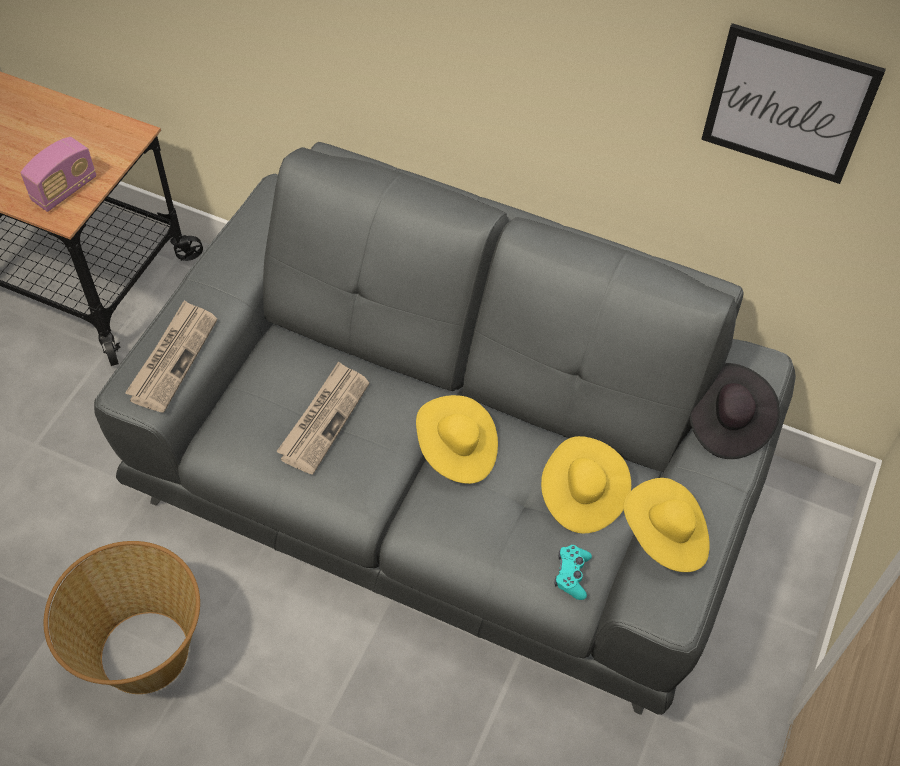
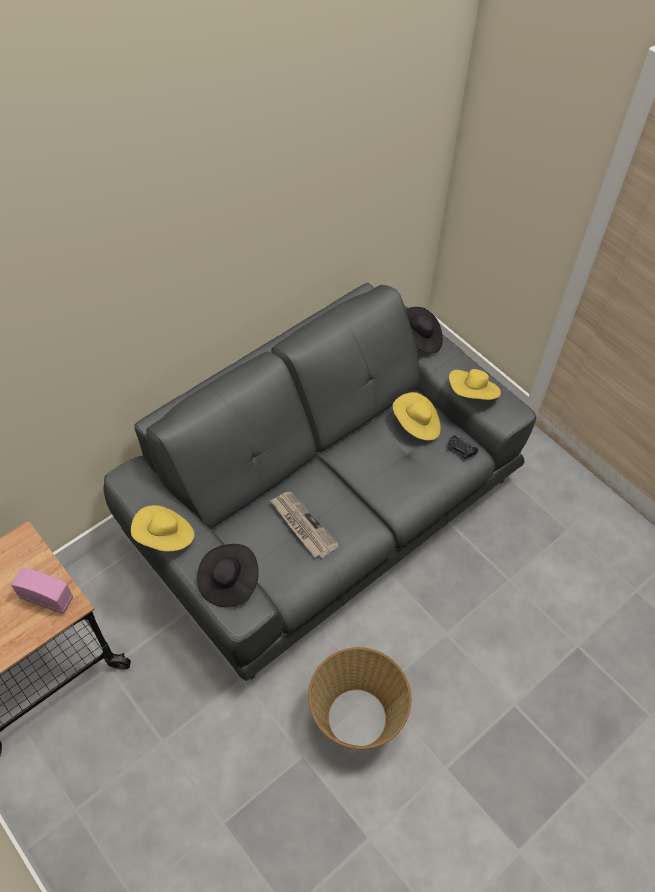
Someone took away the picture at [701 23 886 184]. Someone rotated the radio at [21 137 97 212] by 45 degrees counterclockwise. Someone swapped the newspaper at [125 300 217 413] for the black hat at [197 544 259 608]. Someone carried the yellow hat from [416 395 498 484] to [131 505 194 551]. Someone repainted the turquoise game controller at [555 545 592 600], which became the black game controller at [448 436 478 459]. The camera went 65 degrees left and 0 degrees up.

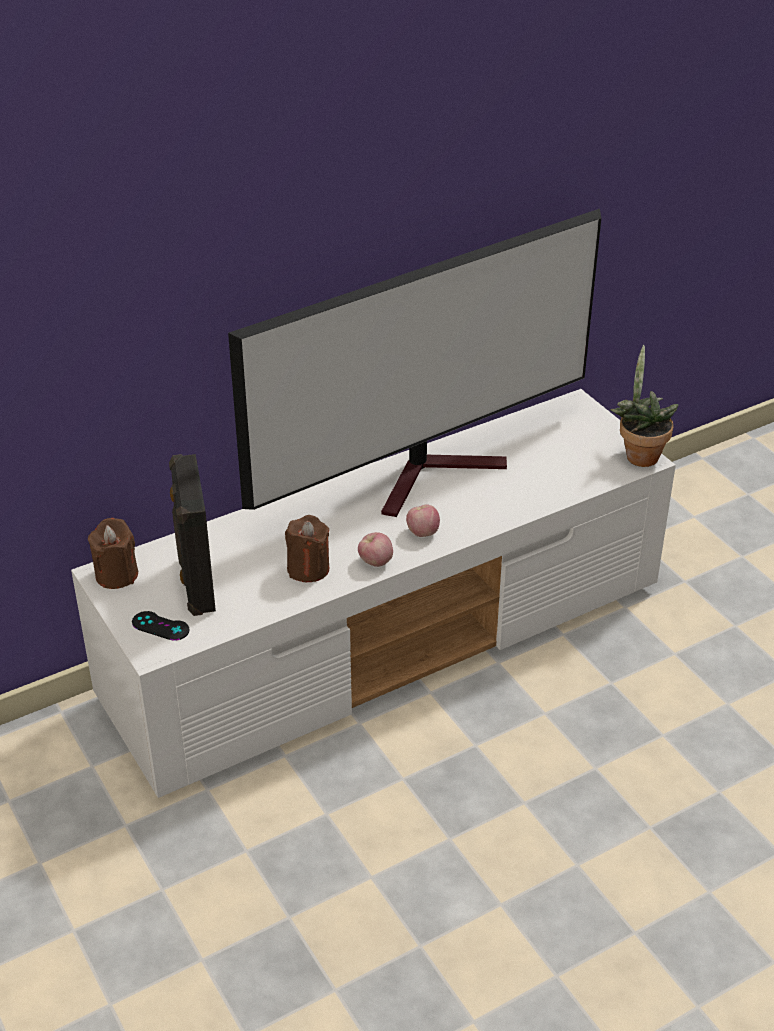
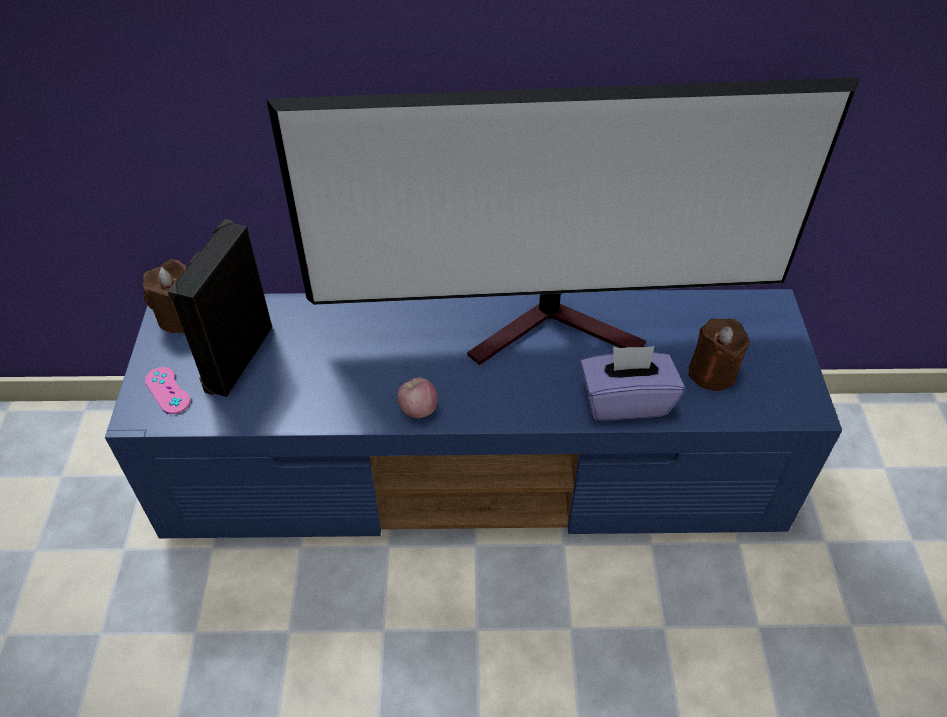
Someone took away the potted plant at [610 345 679 467]. Someone repainted the white tv stand at [71 389 676 798], which became the blue tv stand at [105 289 842 538]. Someone took away the apple at [406 504 440 537]. Someone carried the brown candle from [285 515 329 582] to [688 318 750 391]. Someone repainted the black game controller at [132 611 189 641], which became the pink game controller at [145 367 190 414]. Someone put down the purple tissue box at [580 346 685 421]. The camera went 30 degrees right and 10 degrees up.

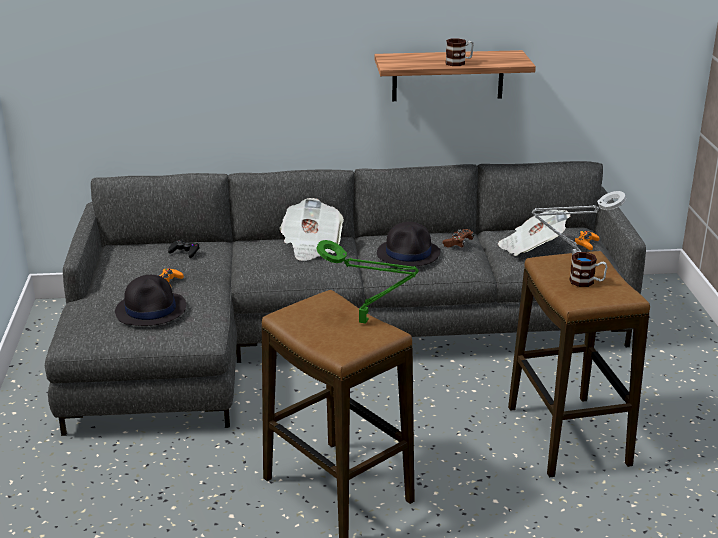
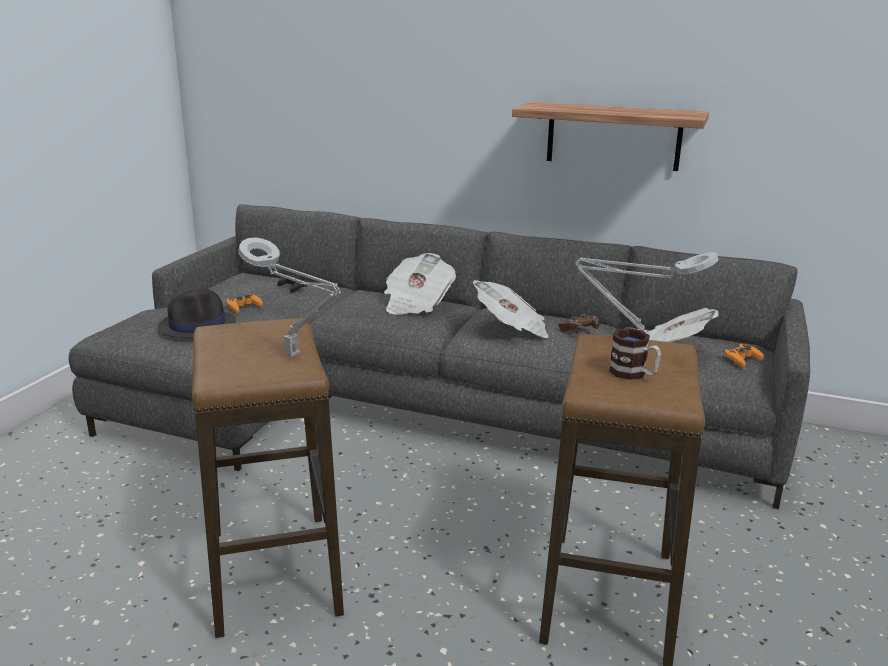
Someone took away the mug at [445 38 474 66]. Someone swapped the black hat at [377 222 441 267] for the newspaper at [473 280 548 338]. Someone repainted the green table lamp at [316 240 419 323], which became the grey table lamp at [239 237 341 356]. The camera went 25 degrees right and 5 degrees down.

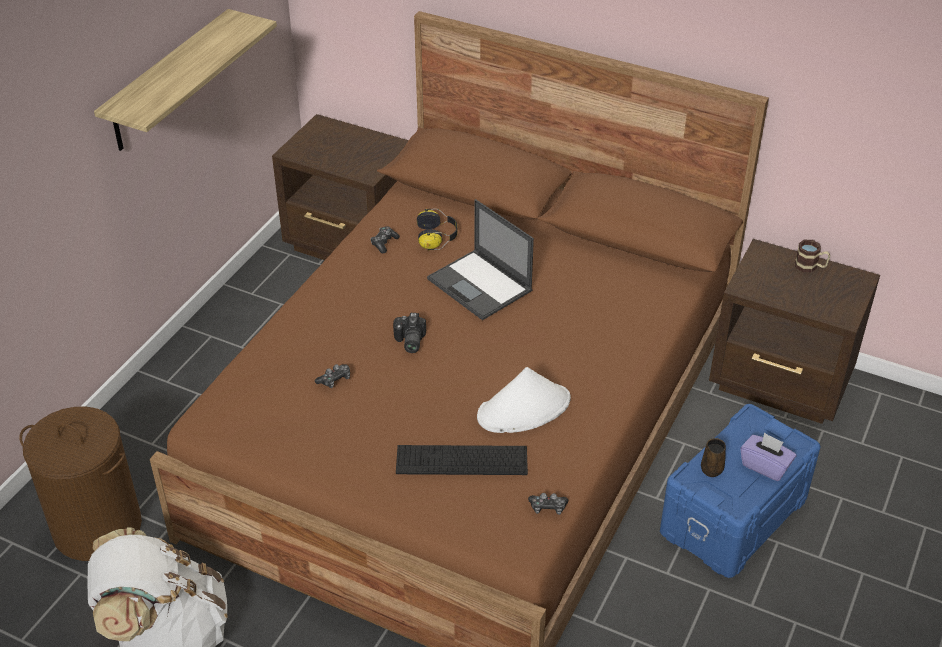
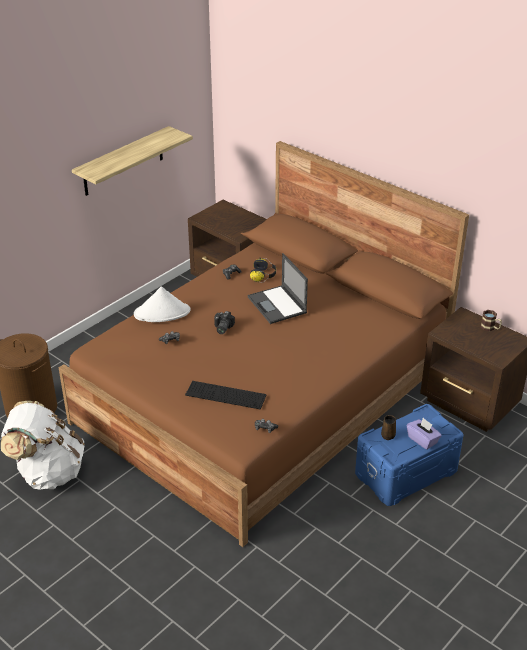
Someone carried the white hat from [477 367 571 433] to [134 286 191 322]. The camera went 15 degrees right and 5 degrees down.

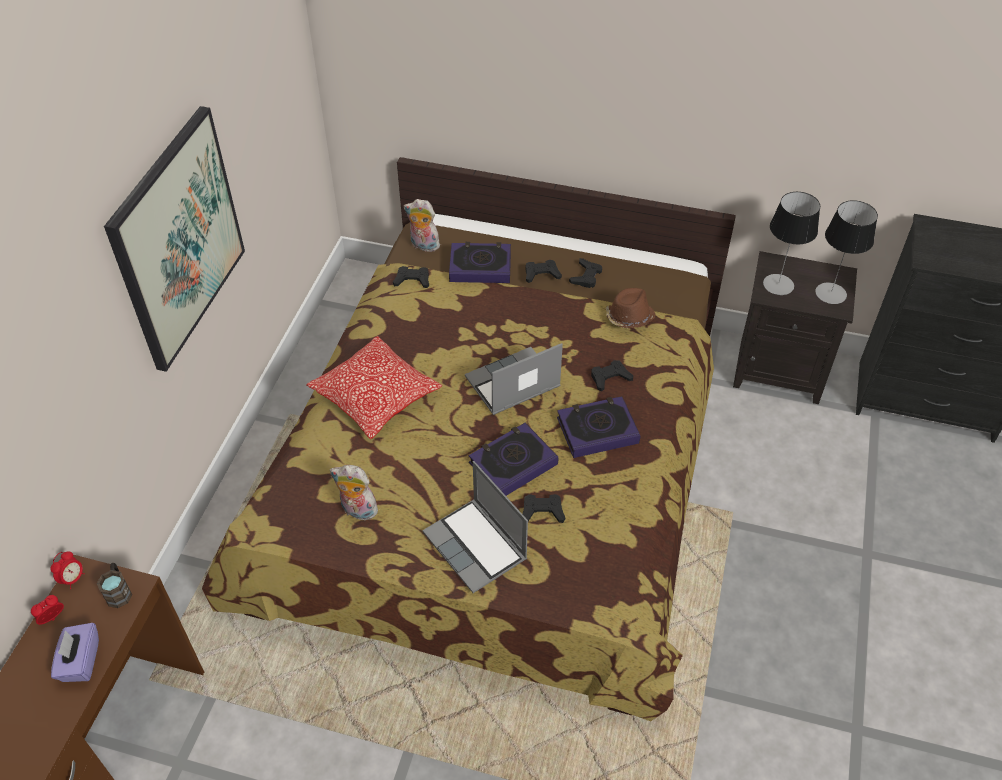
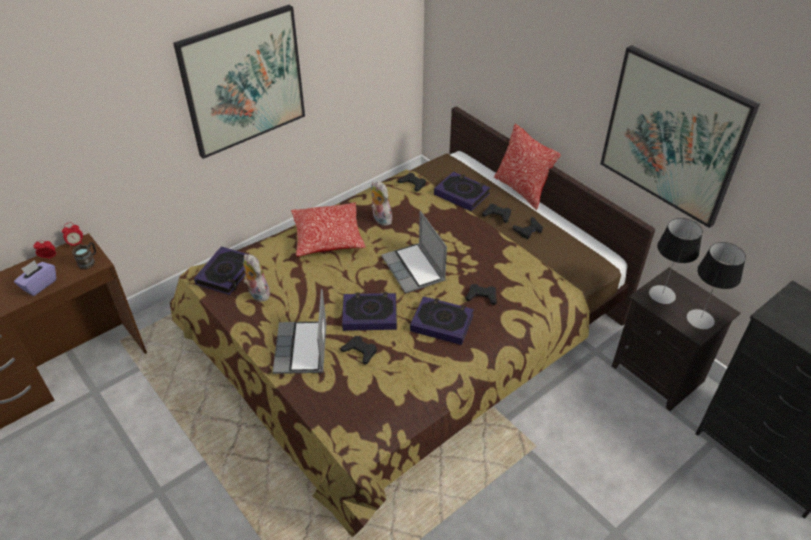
Someone carried the plush toy from [404 199 440 252] to [371 181 392 226]. Someone took away the brown hat at [606 288 656 328]. Someone rotated the laptop at [465 343 563 415] by 120 degrees counterclockwise. Someone put up the picture at [600 45 760 228]. Someone put down the pillow at [494 124 561 210]. Someone put down the book at [194 247 248 295]. The camera went 35 degrees right and 5 degrees down.

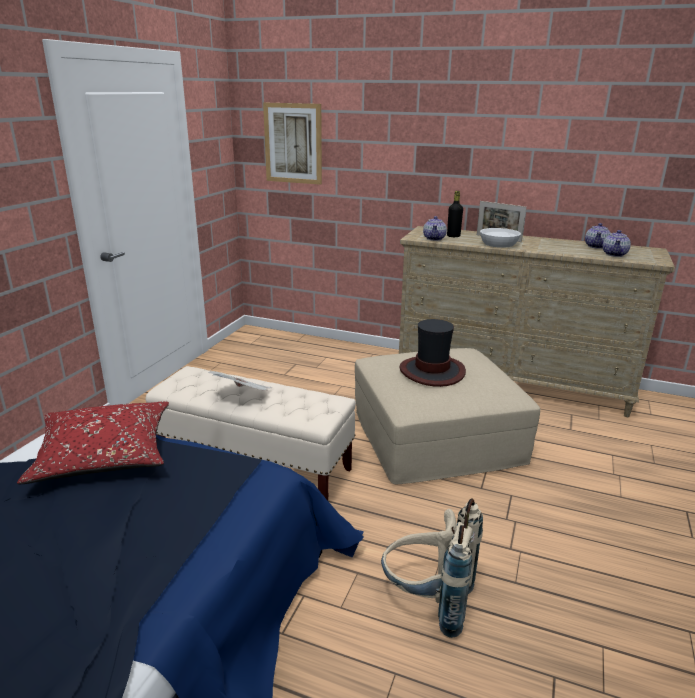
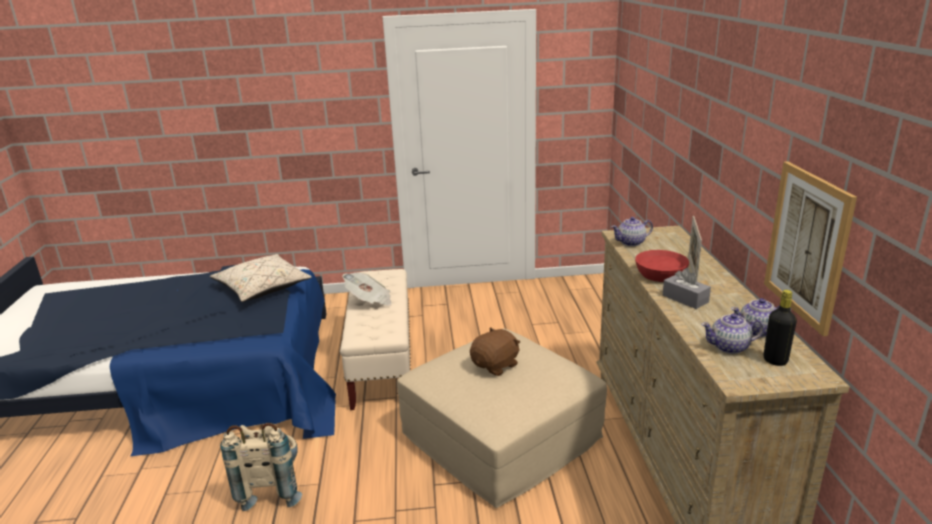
Someone carried the picture from [263 103 322 185] to [764 161 857 336]. Someone carried the black bottle from [447 191 463 237] to [763 290 797 366]. Someone repainted the white bowl at [480 228 521 248], which became the red bowl at [635 250 689 282]. Someone swapped the hat at [399 319 466 387] for the brown plush toy at [470 327 520 376]. Someone repainted the red pillow at [17 401 169 484], which became the beige pillow at [210 254 312 302]. Someone put down the grey tissue box at [663 268 711 309]. The camera went 65 degrees right and 0 degrees up.

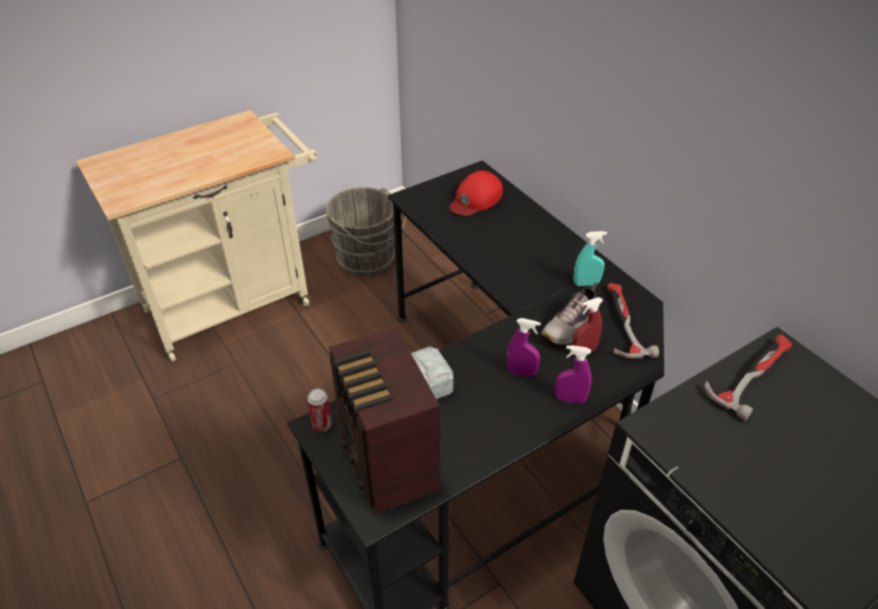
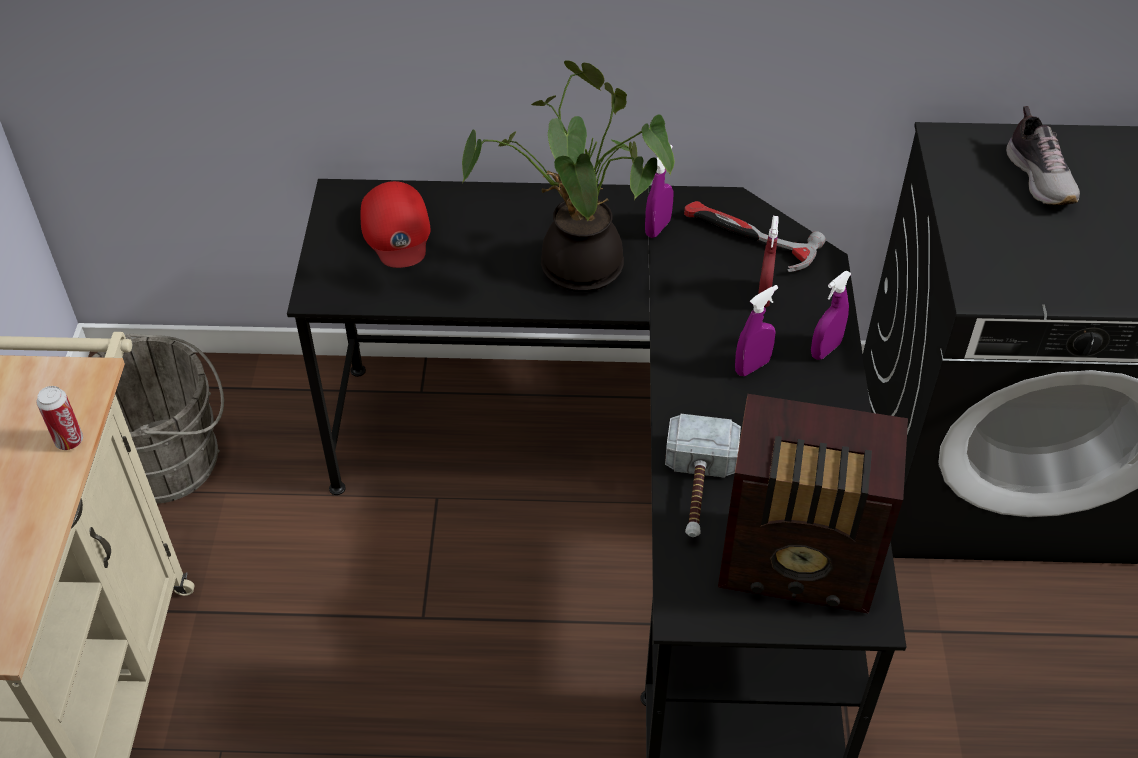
Someone repainted the turquoise spray bottle at [574 231 607 286], which became the purple spray bottle at [645 145 674 238]. Someone carried the shoe from [541 282 598 345] to [1006 106 1080 205]. Someone took away the hammer at [704 335 792 421]. Someone carried the can from [308 389 332 432] to [37 386 83 450]. Someone put down the potted plant at [462 60 675 292]. The camera went 55 degrees left and 5 degrees up.

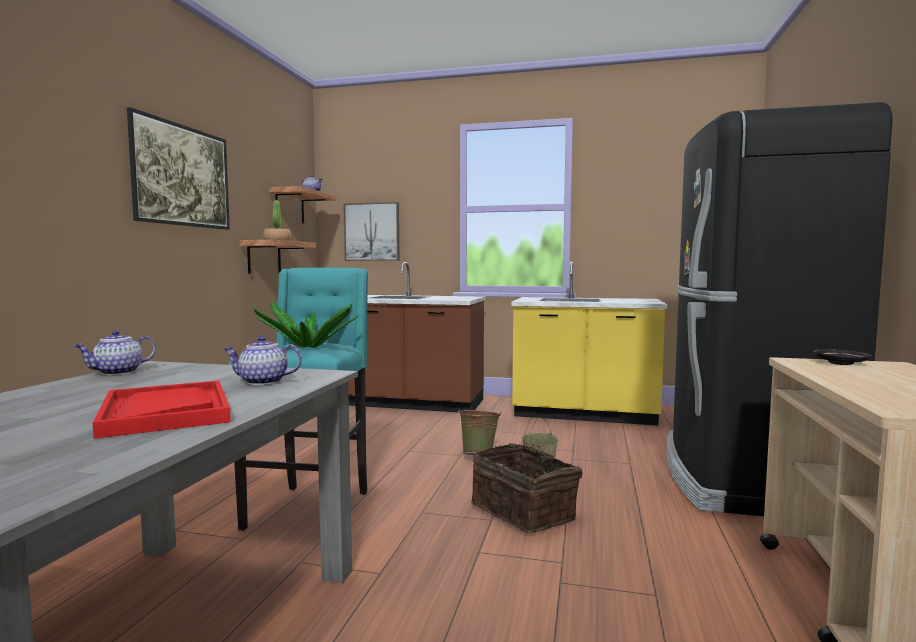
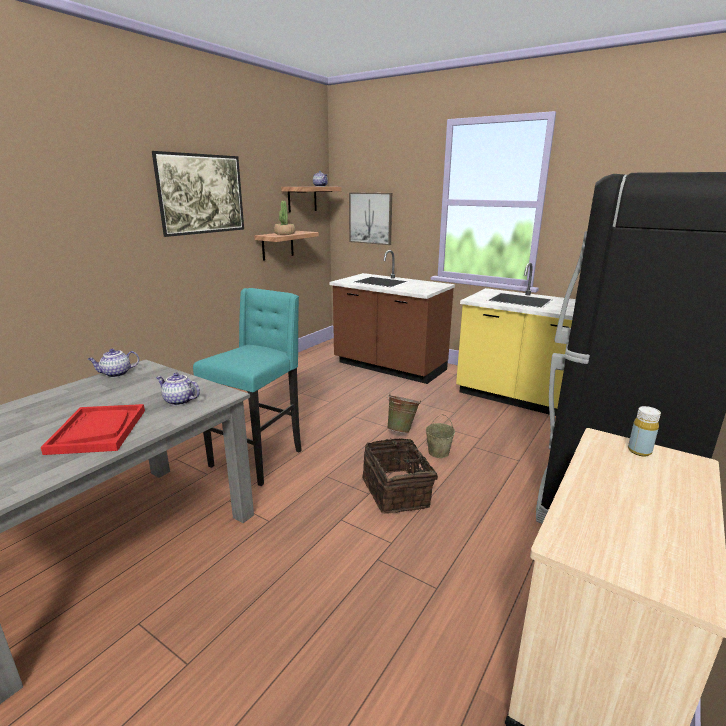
Someone took away the potted plant at [253 301 358 348]. Someone swapped the black plate at [813 349 873 365] for the yellow bottle at [628 406 661 456]. The camera went 20 degrees right and 15 degrees up.

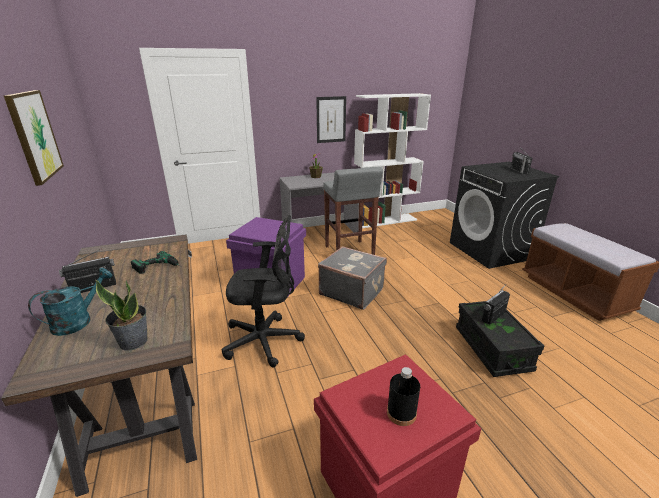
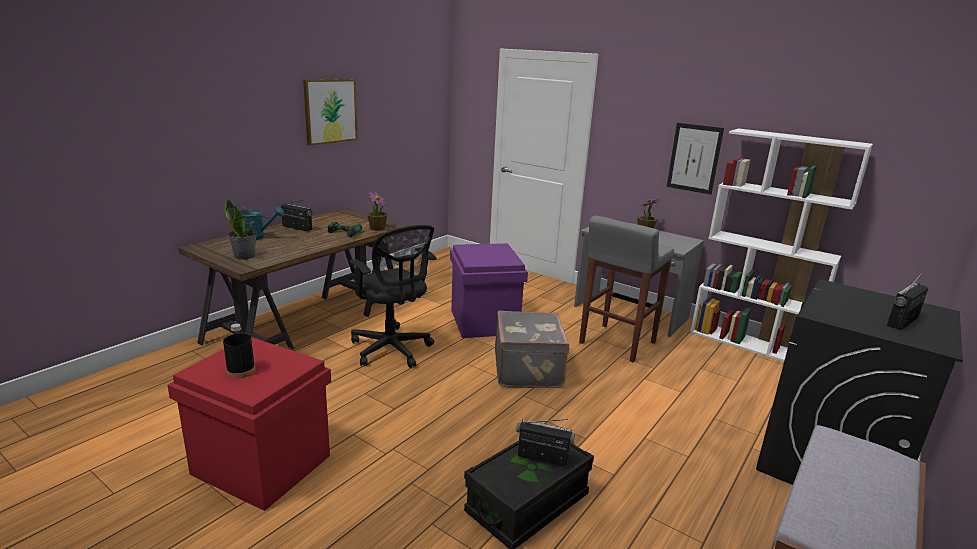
Someone put down the potted plant at [367 191 387 231]. The camera went 55 degrees right and 5 degrees down.

